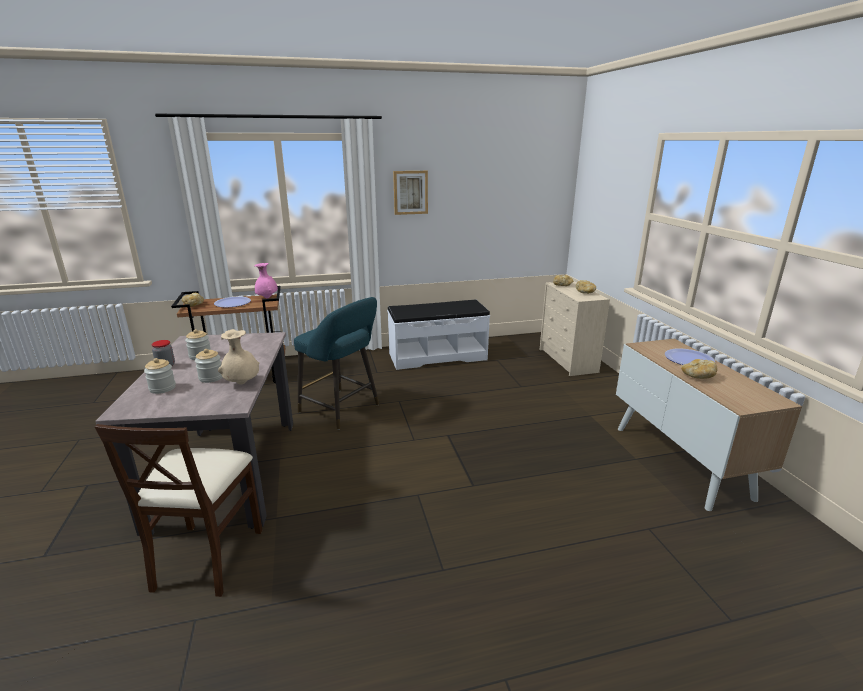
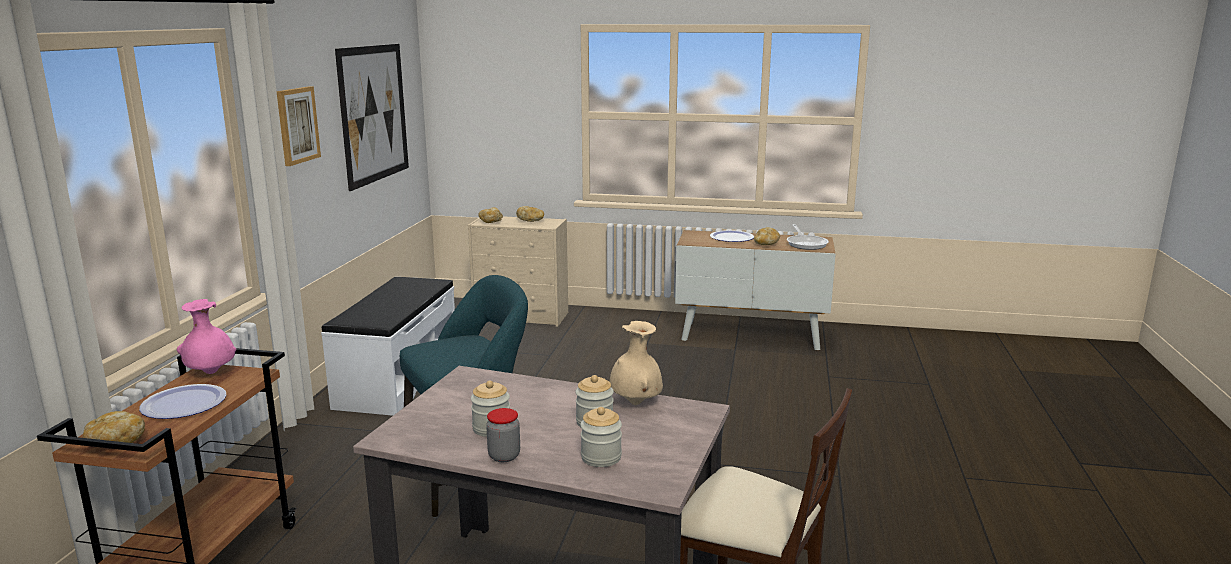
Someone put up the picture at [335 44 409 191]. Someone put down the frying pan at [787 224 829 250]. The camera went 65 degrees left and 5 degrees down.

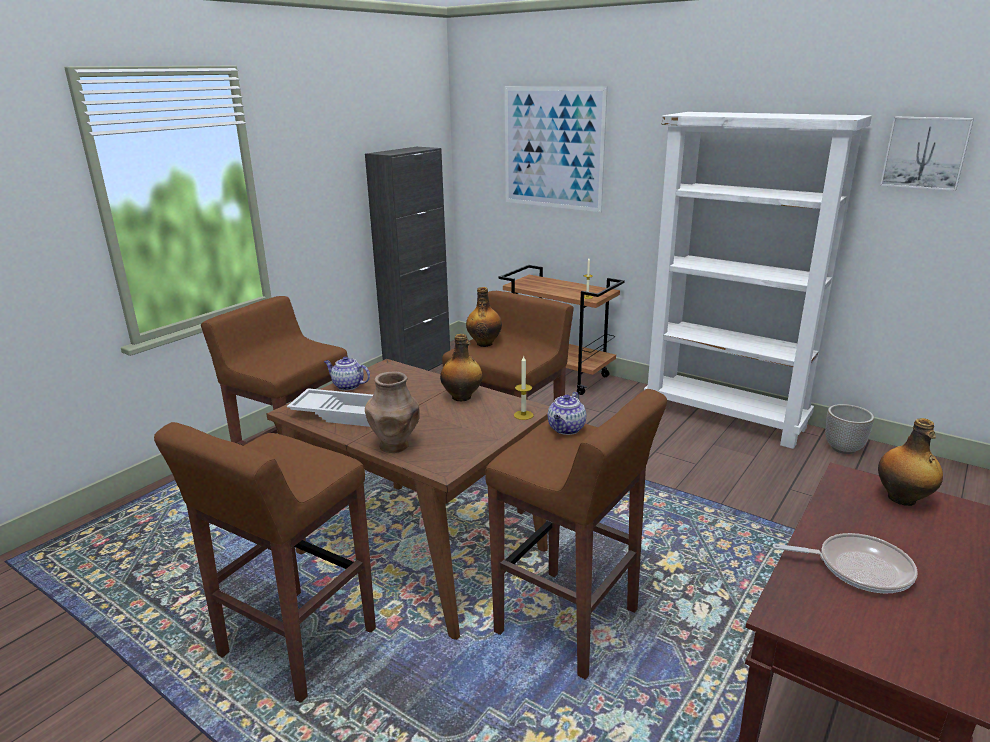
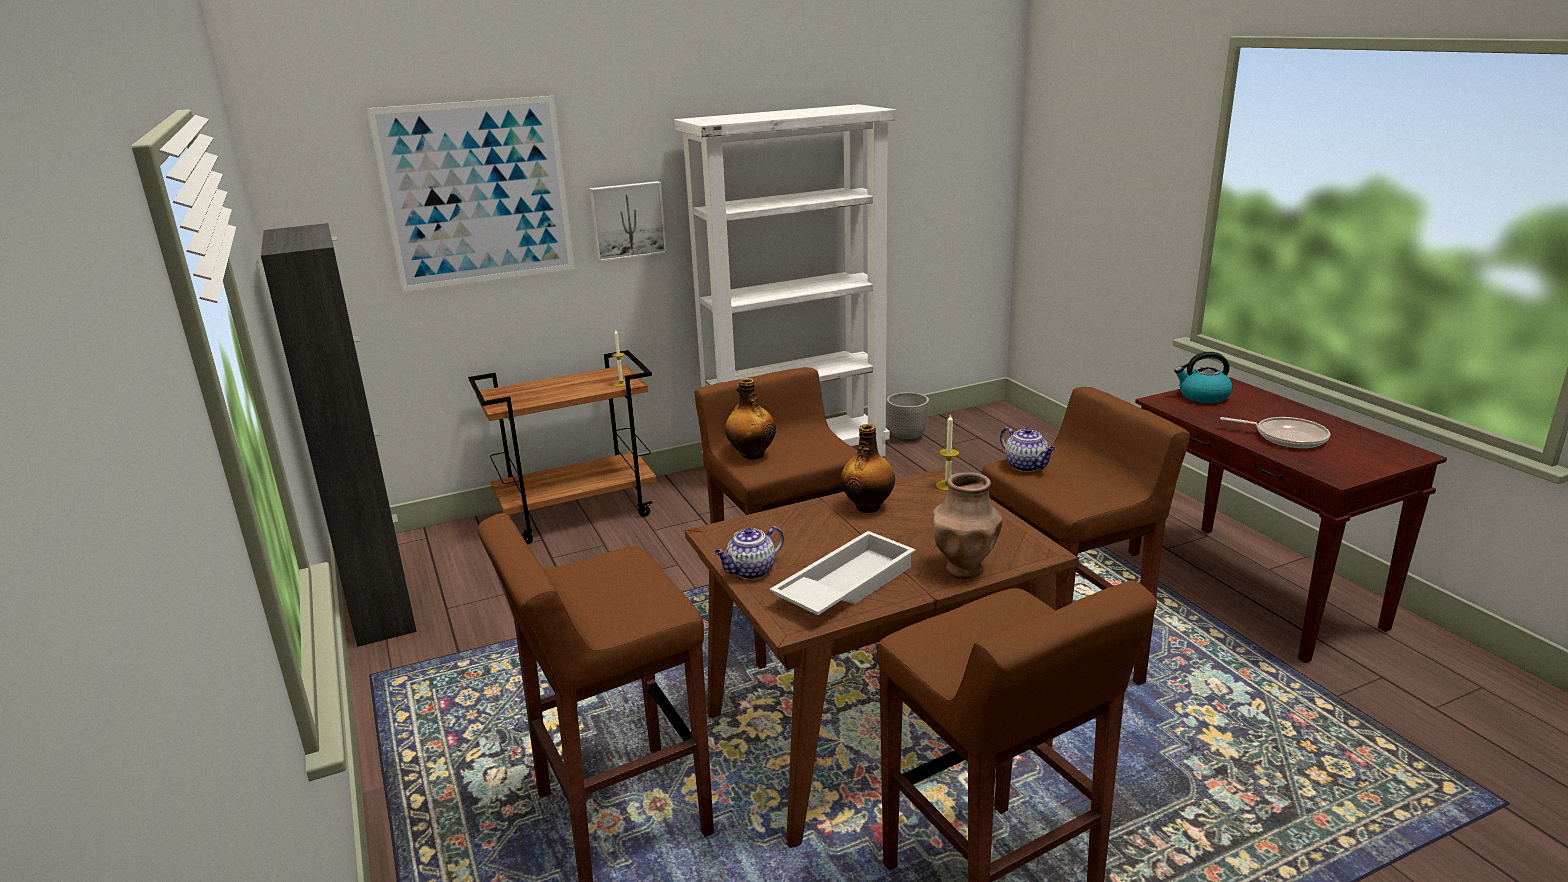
Someone carried the picture from [880 117 974 191] to [589 181 667 262]. Someone swapped the bottle at [878 418 943 506] for the kettle at [1174 352 1233 404]. Someone rotated the frying pan at [772 533 918 594] by 75 degrees clockwise. The camera went 60 degrees left and 0 degrees up.

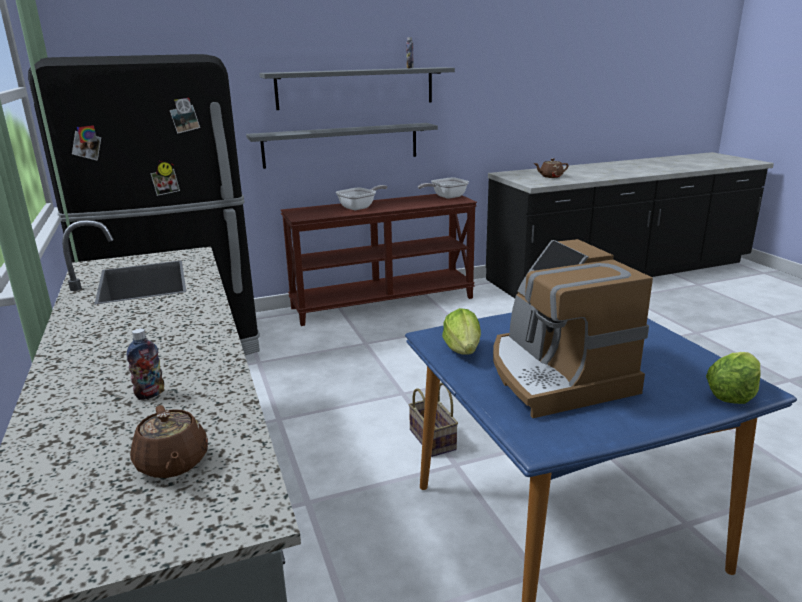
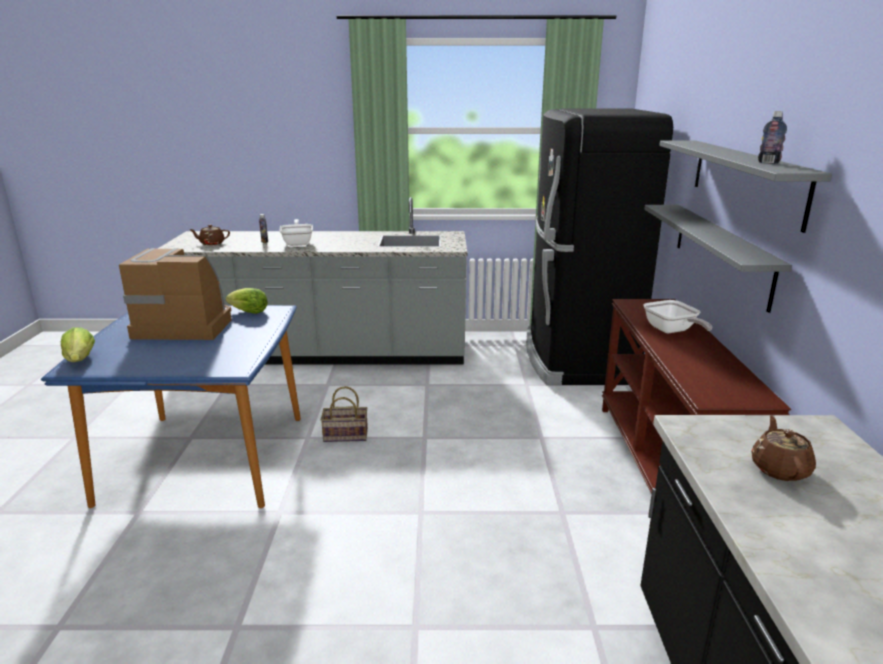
Someone carried the frying pan from [418 178 469 199] to [279 219 313 246]. The camera went 110 degrees right and 0 degrees up.

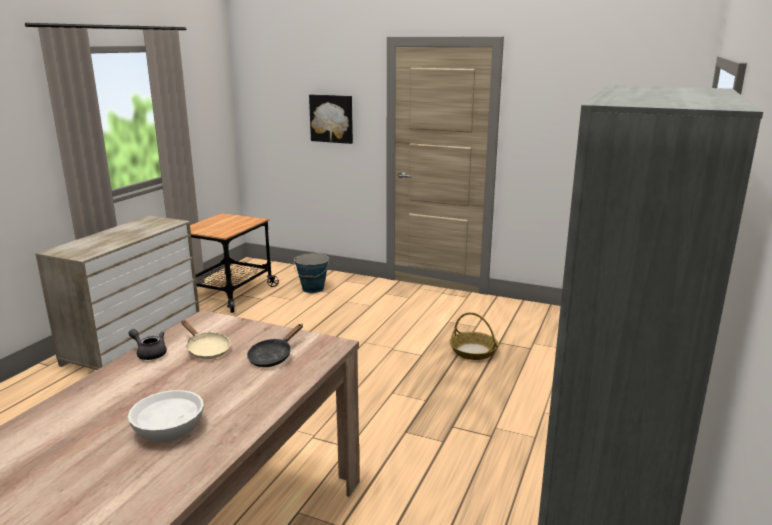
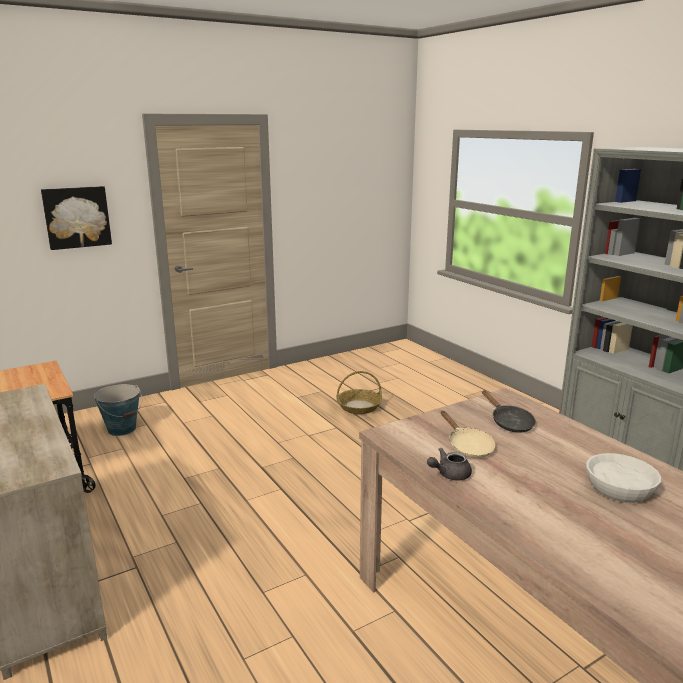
Someone rotated the beige frying pan at [181 321 230 359] by 75 degrees clockwise. The camera went 55 degrees left and 0 degrees up.

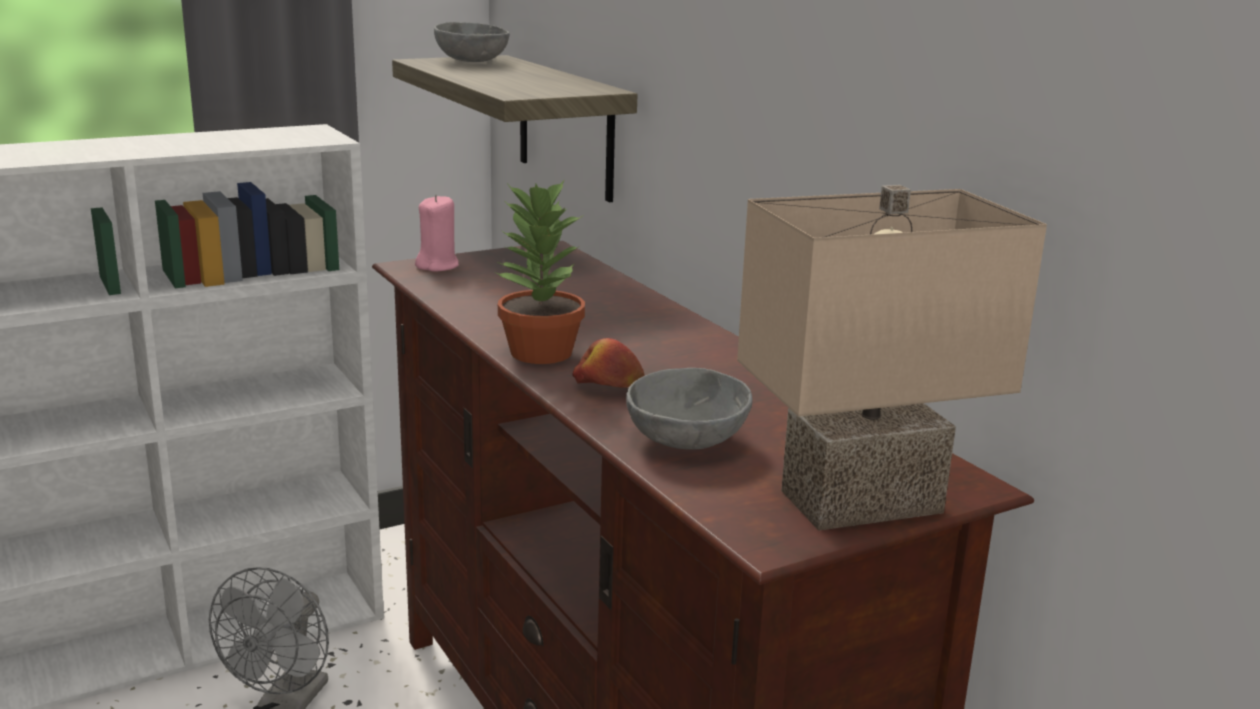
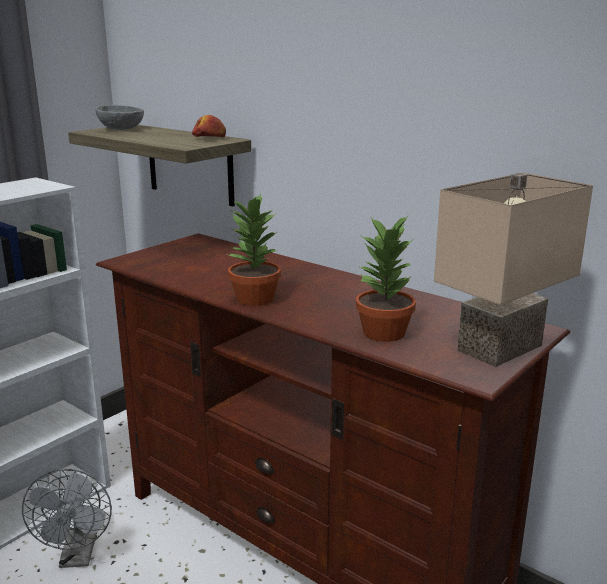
Someone took away the pink candle at [415 194 459 272]. Someone carried the apple from [573 338 645 388] to [192 115 226 137]. Someone swapped the grey bowl at [626 368 752 450] for the potted plant at [356 215 416 342]. The camera went 20 degrees left and 0 degrees up.

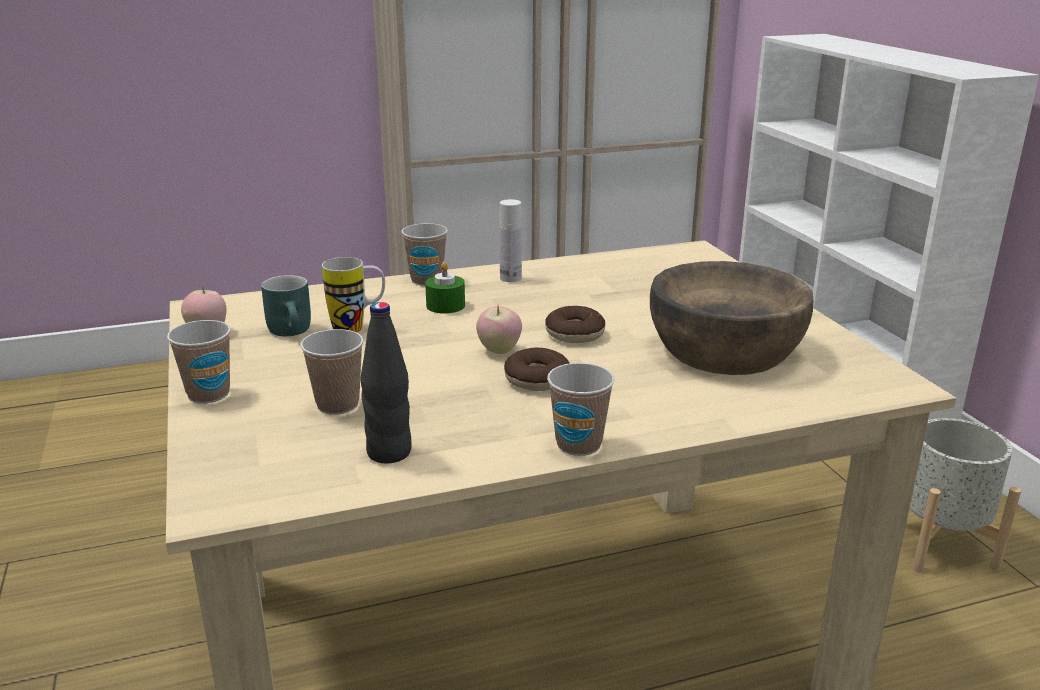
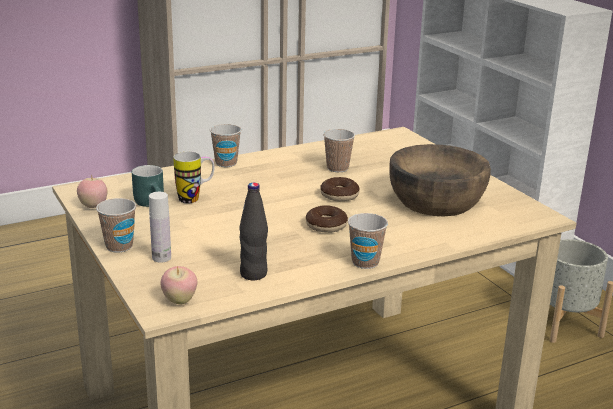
Someone carried the white bottle from [499 199 522 282] to [149 192 171 262]. Someone took away the green candle at [425 262 465 313]. Someone carried the apple from [476 306 522 354] to [160 266 197 304]. Someone carried the cup from [300 329 364 415] to [323 129 355 172]. The camera went 10 degrees left and 0 degrees up.

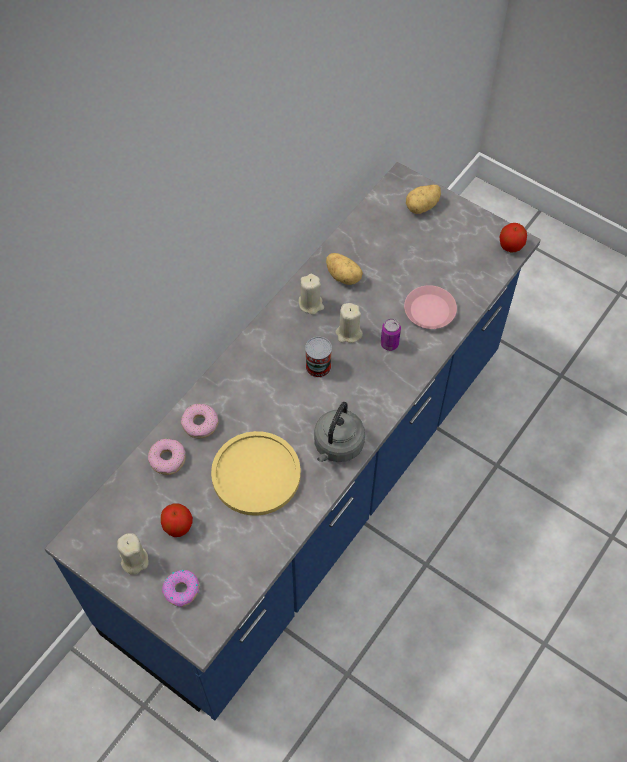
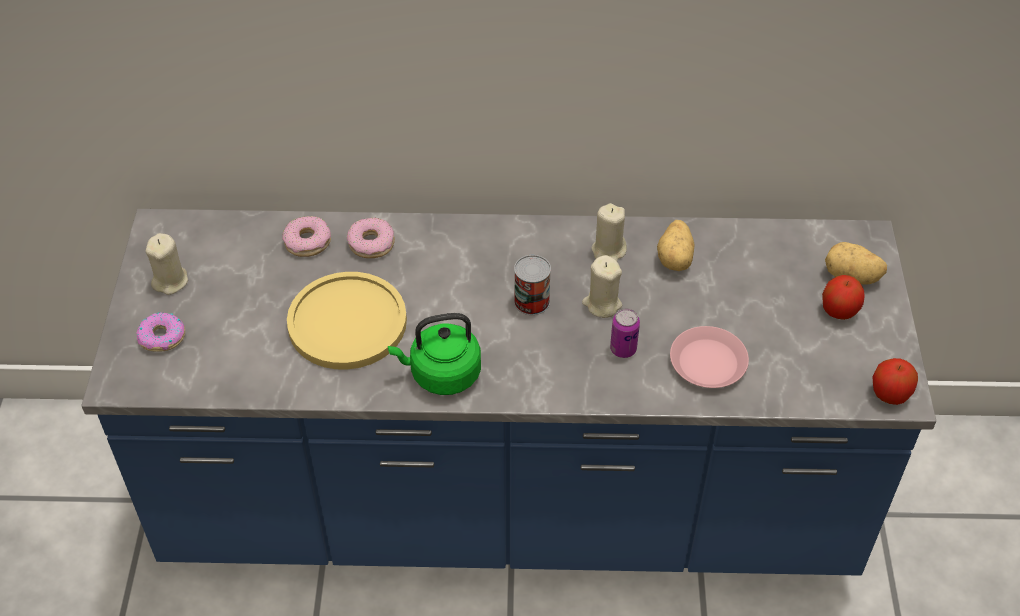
Someone repainted the grey kettle at [314 402 365 462], which became the green kettle at [388 313 481 395]. Someone carried the apple from [161 504 193 537] to [822 275 865 320]. The camera went 55 degrees right and 10 degrees down.

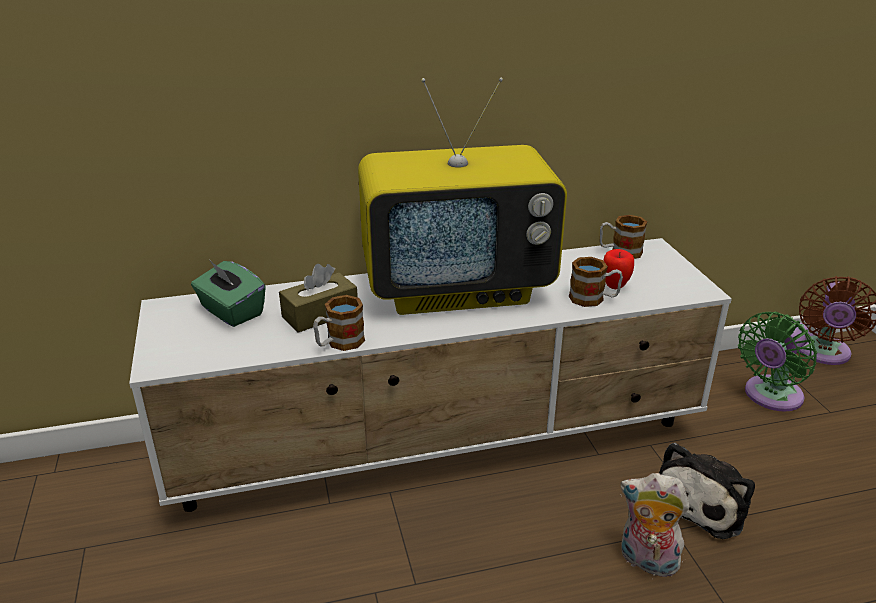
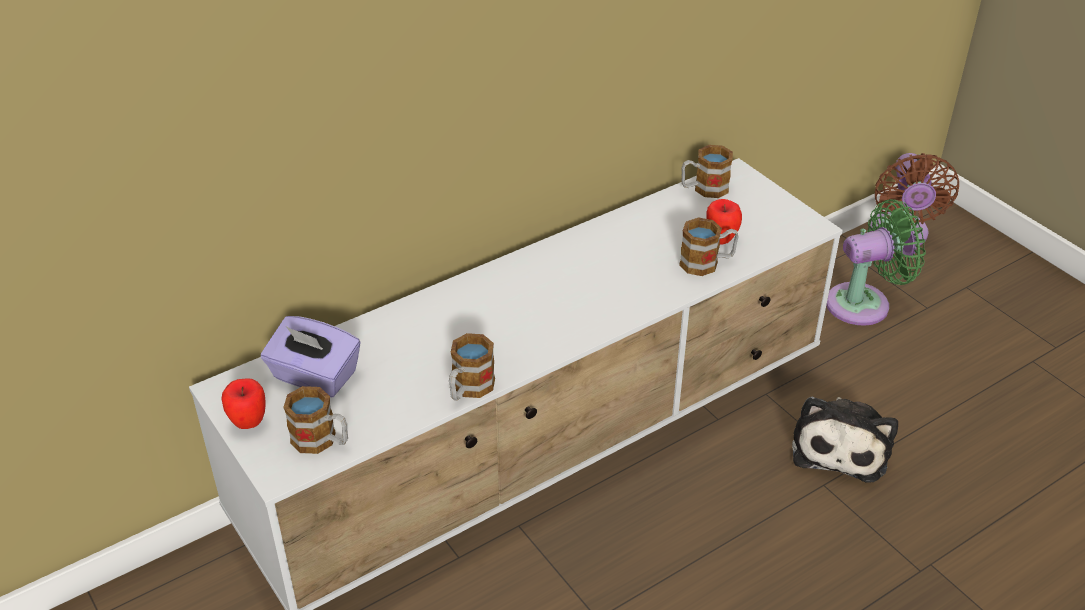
Someone took away the television at [358 78 567 315]. Someone repainted the green tissue box at [191 261 266 327], which became the purple tissue box at [261 316 360 397]. Someone took away the brown tissue box at [279 264 358 333]. Someone rotated the green fan at [738 312 817 412] by 135 degrees counterclockwise. Someone took away the plush toy at [621 473 689 577]. Someone put down the apple at [221 378 266 429]. Someone put down the mug at [283 386 348 454]. The camera went 20 degrees left and 10 degrees up.

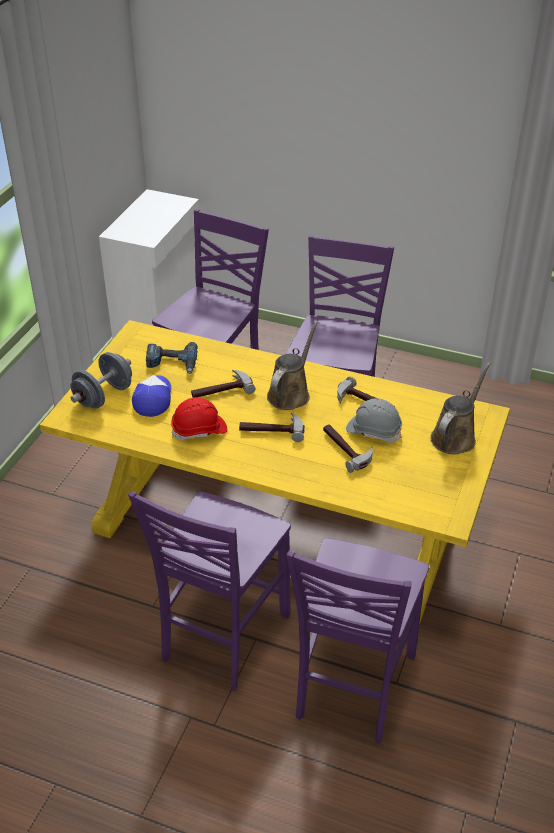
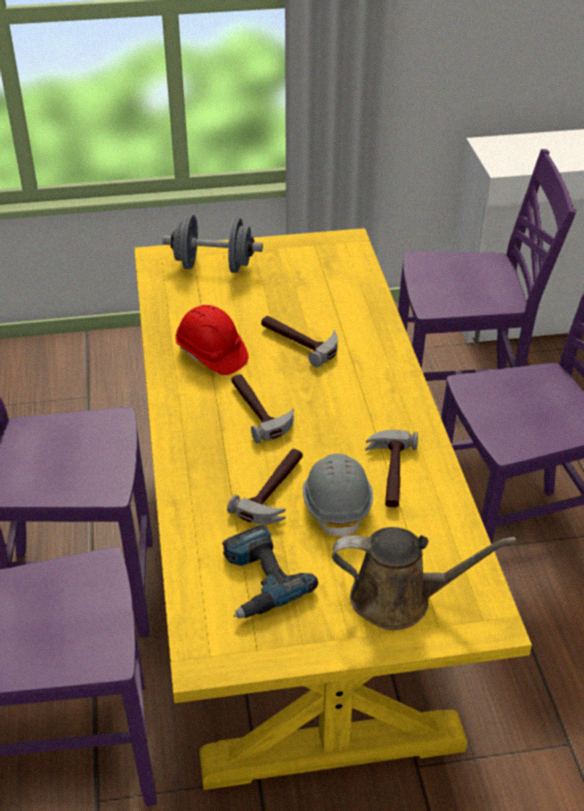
Someone took away the brown watering can at [267 321 318 410]. Someone carried the power drill from [146 342 198 374] to [222 524 318 618]. Someone took away the cap at [132 375 171 417]. The camera went 60 degrees right and 0 degrees up.

